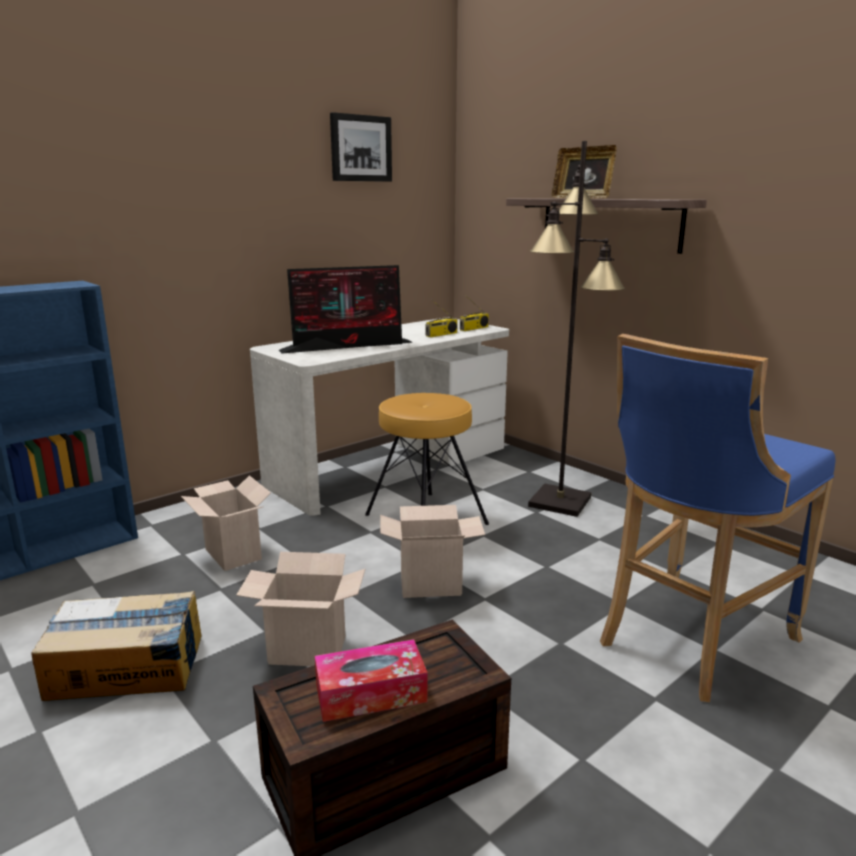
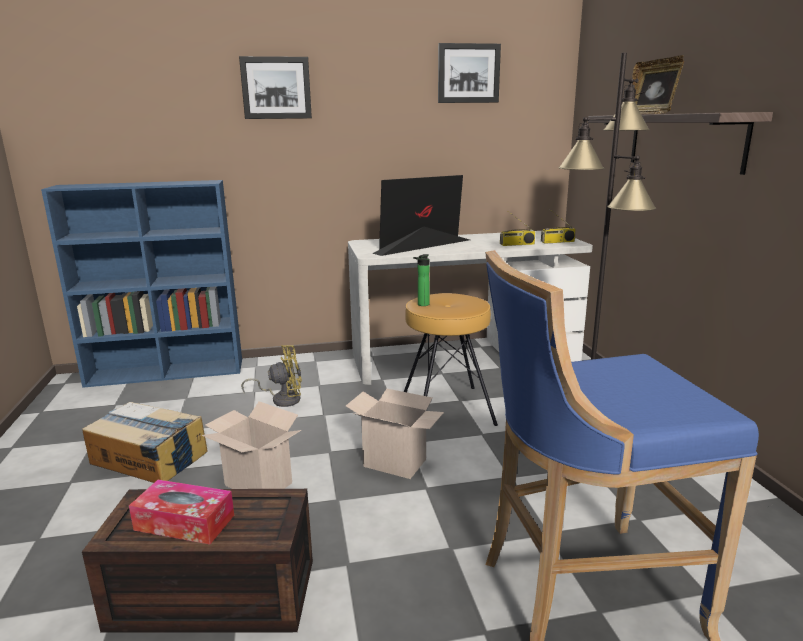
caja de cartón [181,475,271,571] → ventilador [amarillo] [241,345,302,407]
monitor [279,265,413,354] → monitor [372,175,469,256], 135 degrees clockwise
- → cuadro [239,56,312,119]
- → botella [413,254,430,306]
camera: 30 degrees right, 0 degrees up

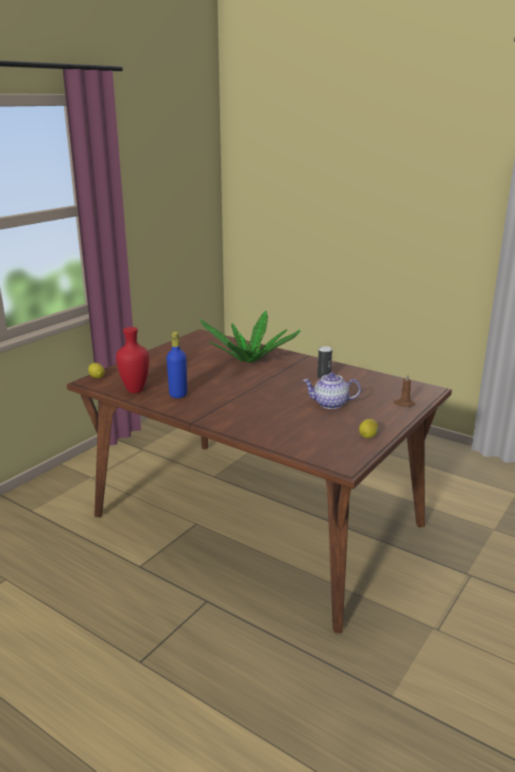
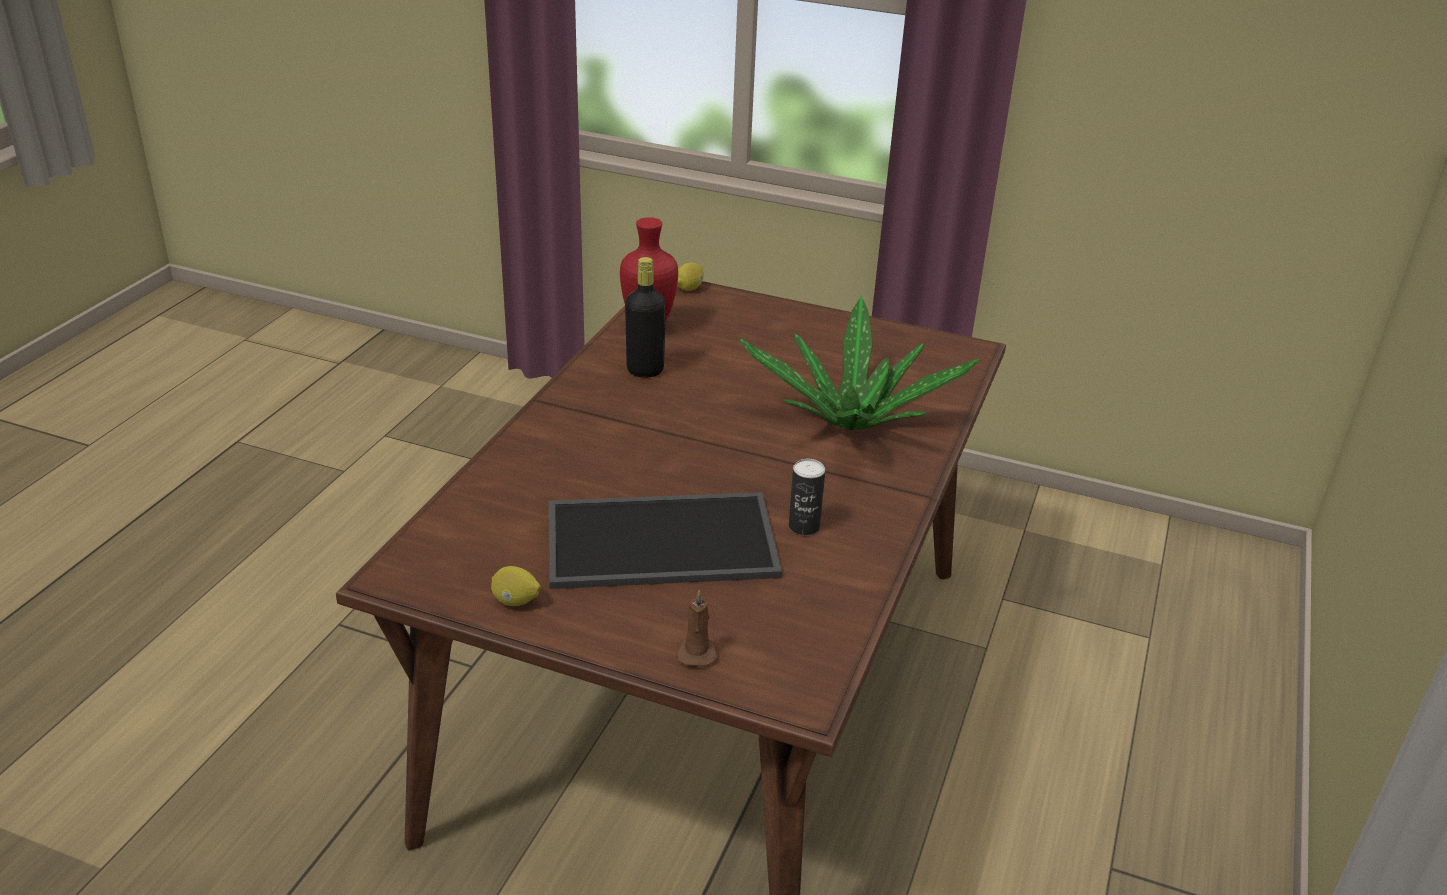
botella [azul] [166,332,187,398] → botella [negro] [625,257,666,378]
tetera [303,372,361,409] → bandeja [548,492,782,589]
camera: 75 degrees right, 10 degrees up

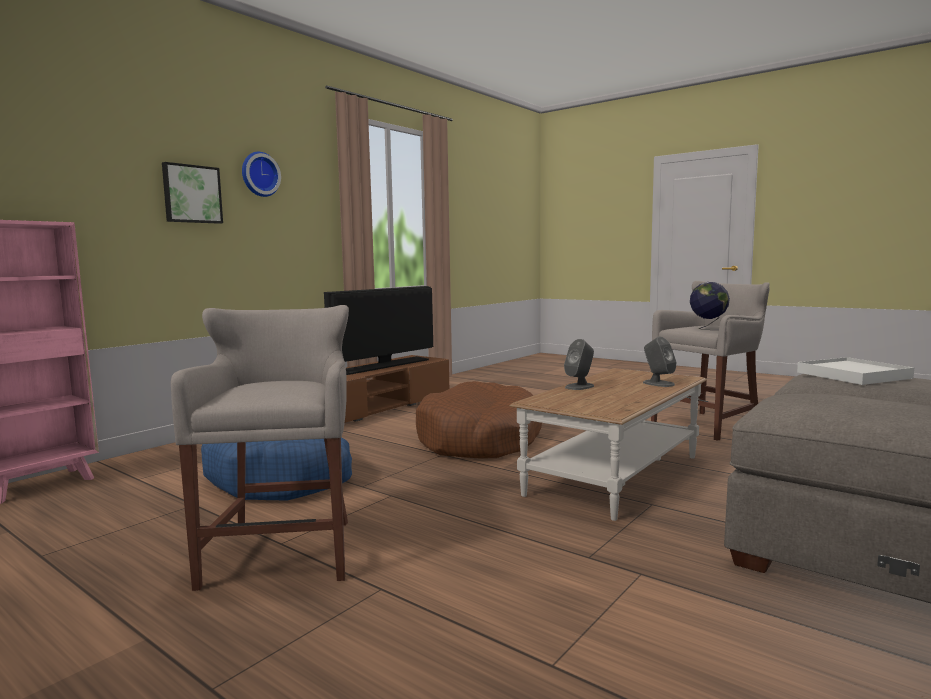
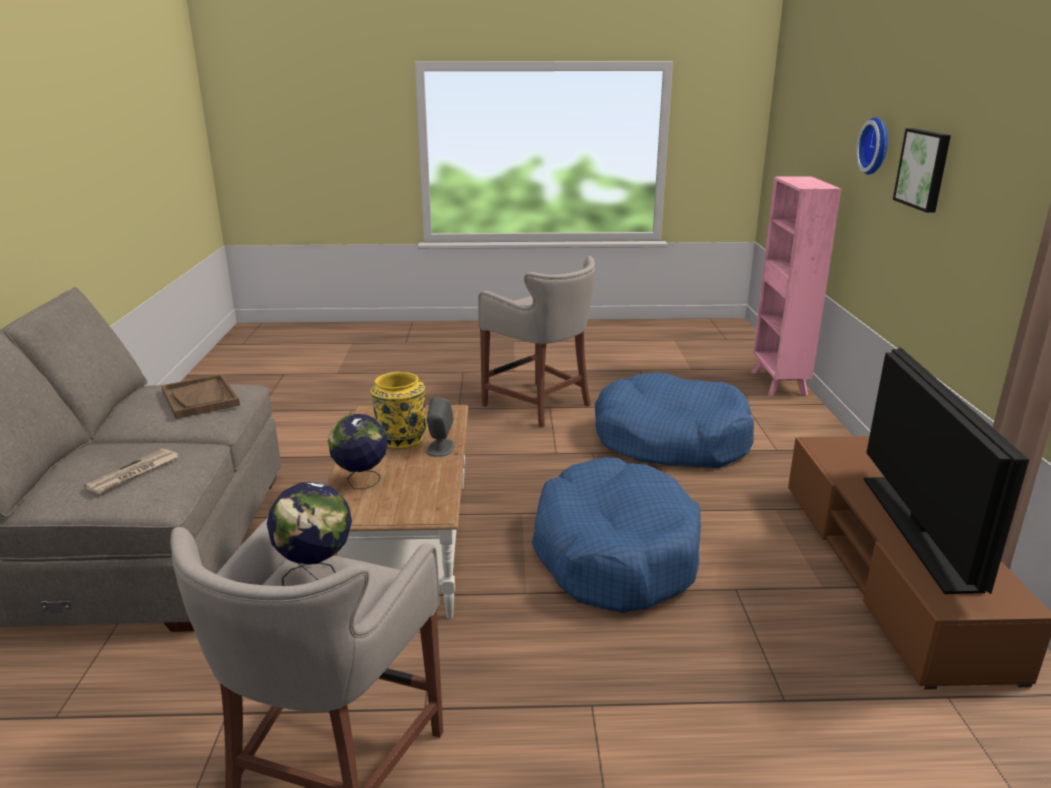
reloj de pared [242,152,281,197] → reloj de pared [856,117,888,175], shifted
cama para perro [marrón] [416,381,542,459] → cama para perro [azul] [532,457,701,613]
altavoz [gris] [643,337,676,387] → globo terráqueo [328,414,388,489]
bandeja [blanco] [797,357,914,385] → periódico [84,448,178,494]
- → bandeja [marrón] [161,374,240,419]
- → florero [amarillo] [370,372,426,449]
camera: 140 degrees right, 15 degrees up

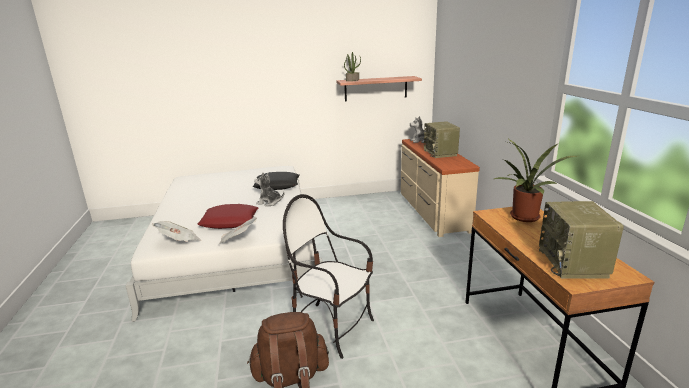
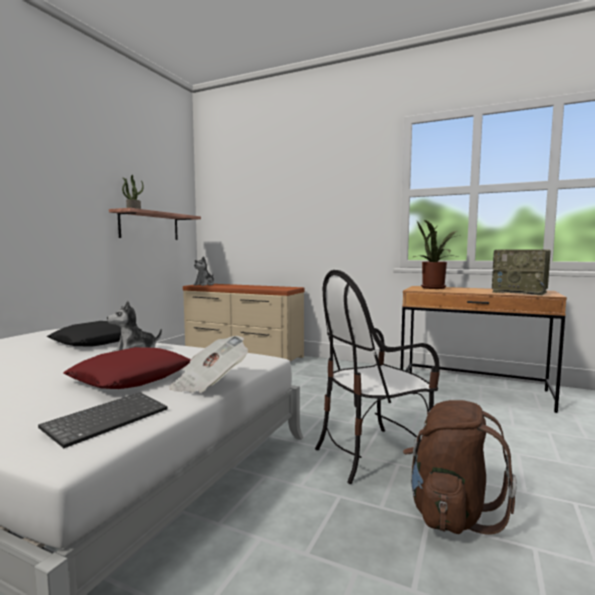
periódico [152,221,201,242] → teclado [38,392,168,448]
radio [424,121,460,158] → -
camera: 55 degrees left, 15 degrees down

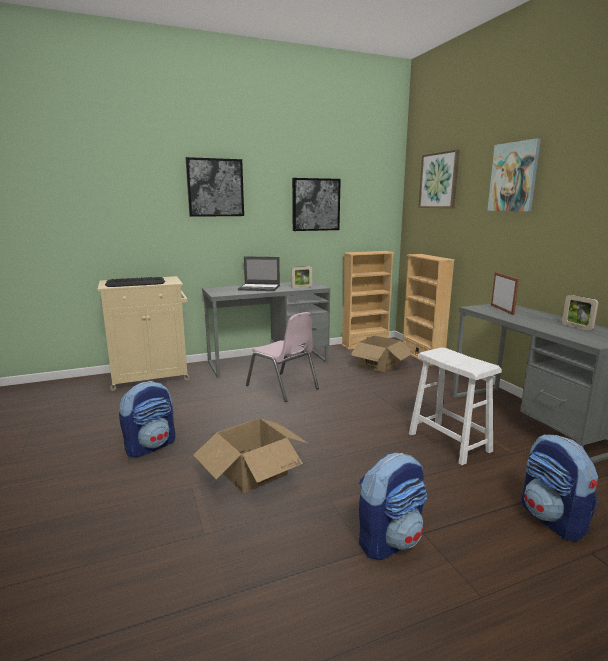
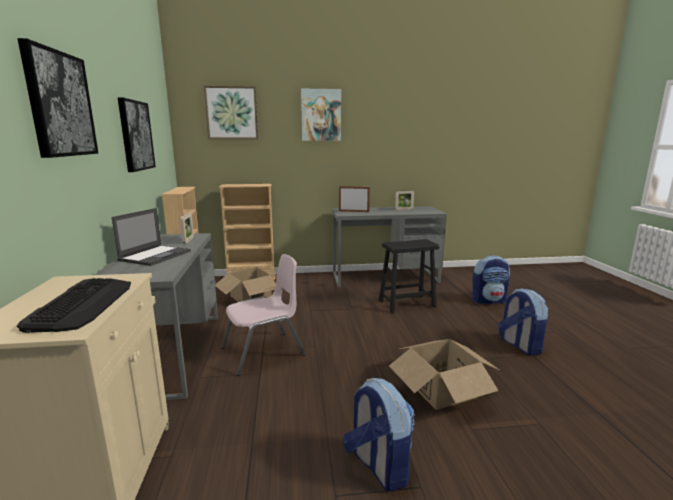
taburete [blanco] [409,347,502,465] → taburete [negro] [379,239,439,313]
camera: 75 degrees left, 0 degrees up

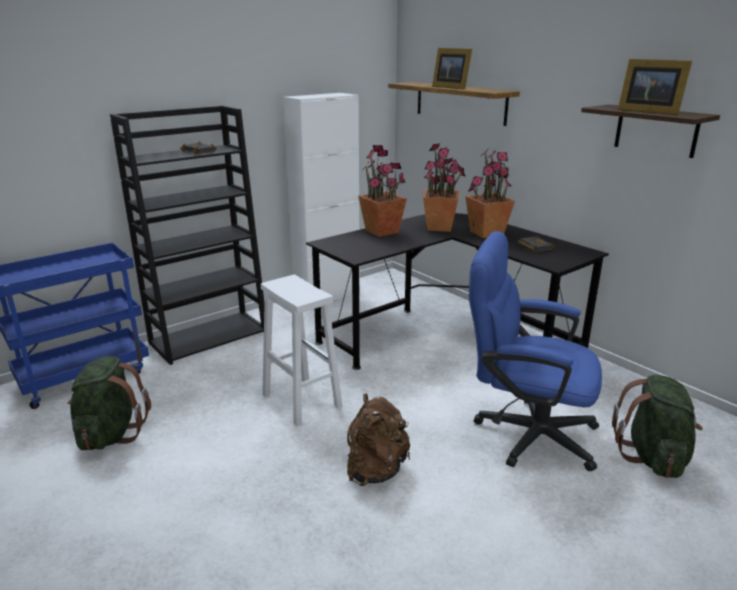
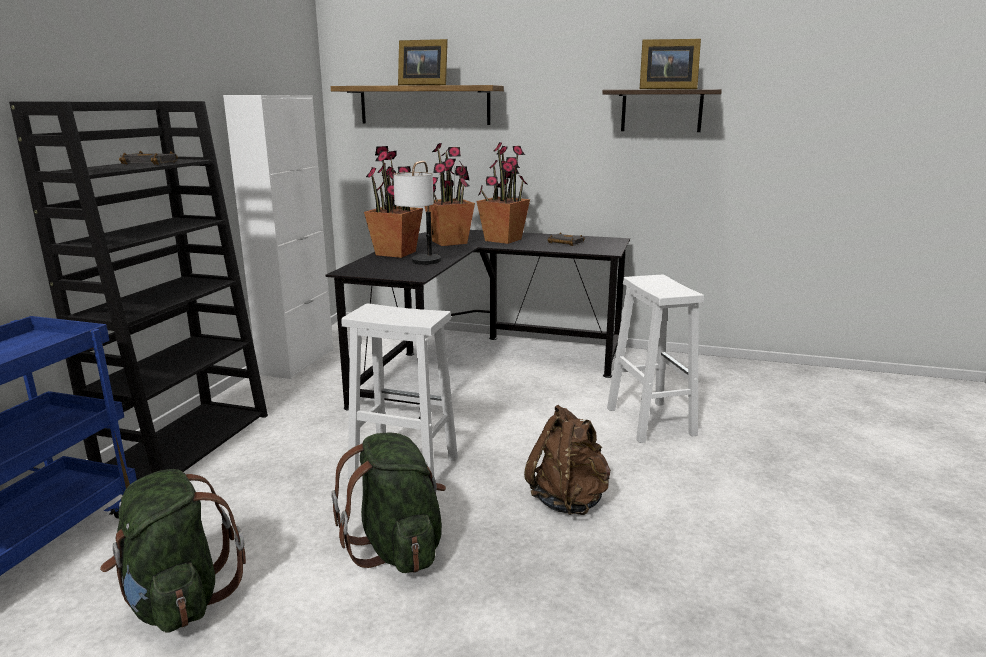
silla de oficina [azul] [469,231,602,471] → taburete [blanco] [607,275,704,443]
mochila [verde] [612,375,703,478] → mochila [verde] [331,432,446,573], shifted
- → lámpara de mesa [393,161,441,265]
camera: 35 degrees left, 5 degrees down

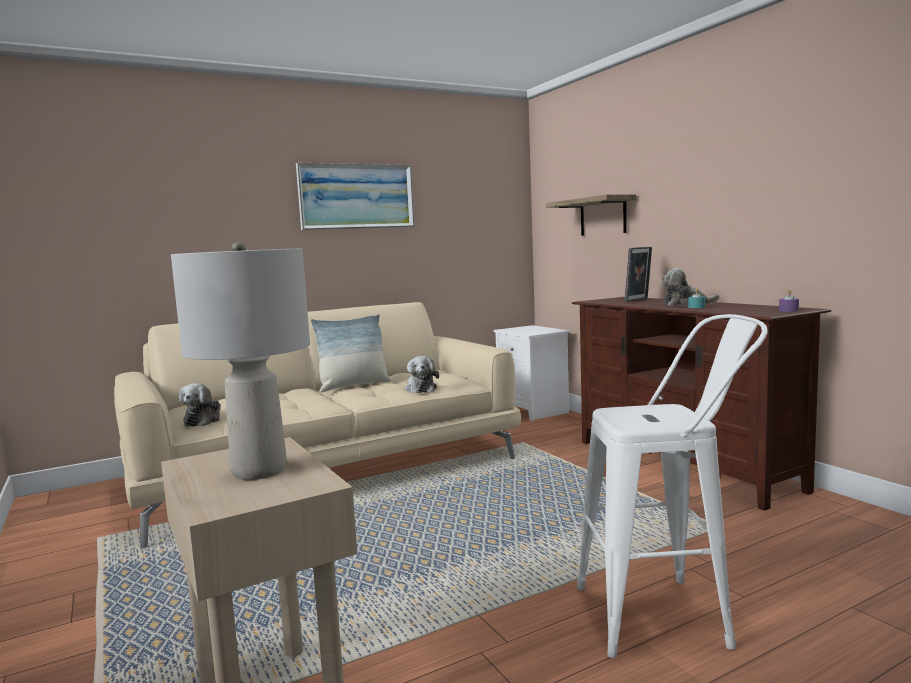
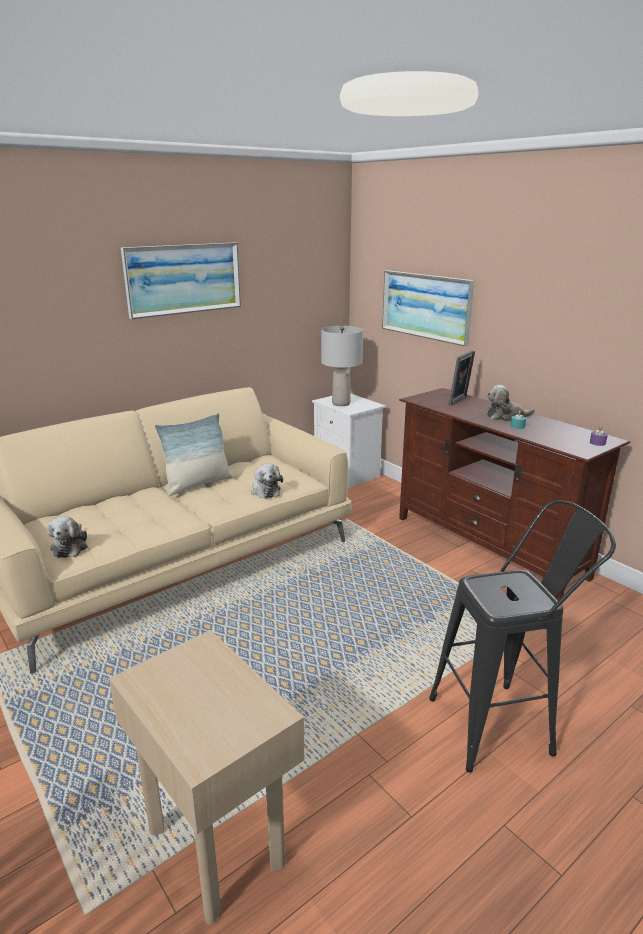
lámpara de mesa [gris] [171,242,310,480] → lámpara de mesa [gris] [321,326,363,406], shifted
estante [546,194,636,236] → cuadro [382,270,475,346]
taburete [blanco] [577,314,768,658] → taburete [negro] [429,500,616,773]
camera: 10 degrees left, 15 degrees up

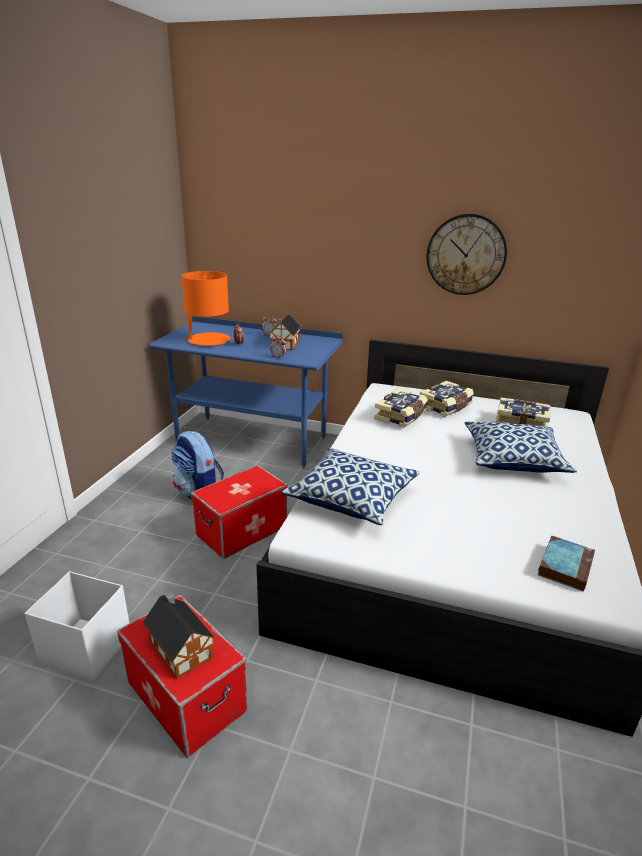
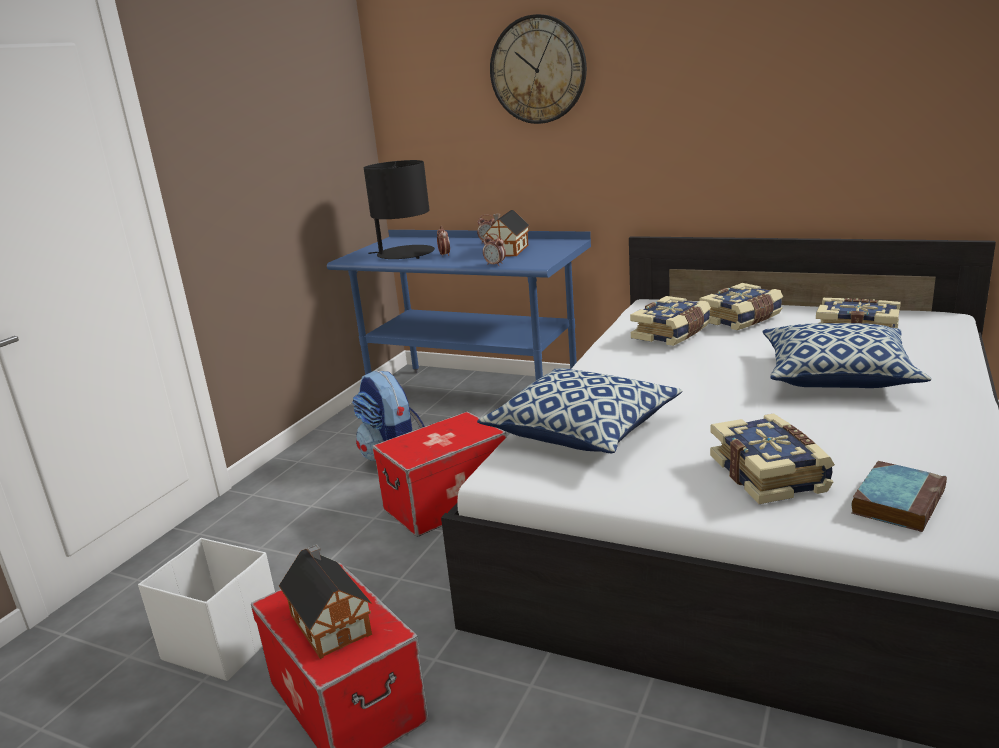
lámpara de mesa [naranja] [181,271,231,346] → lámpara de mesa [negro] [364,160,435,259]
reloj de pared [427,214,507,295] → reloj de pared [490,14,587,124], shifted
- → libro [710,413,835,504]
camera: 10 degrees right, 5 degrees down

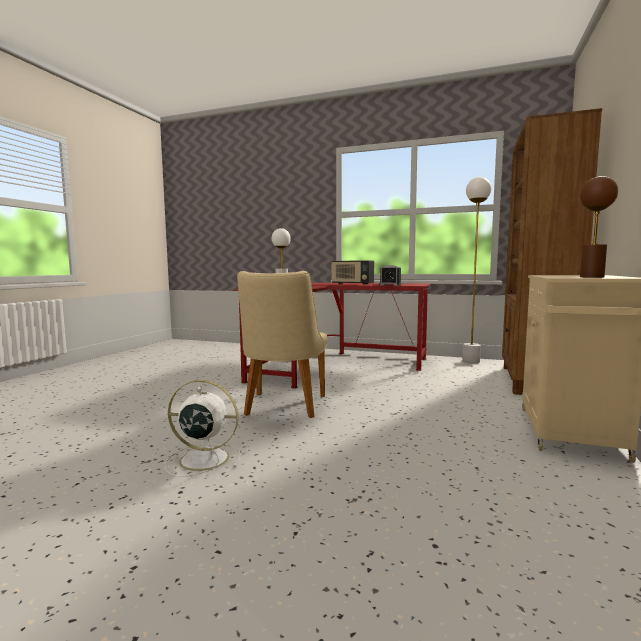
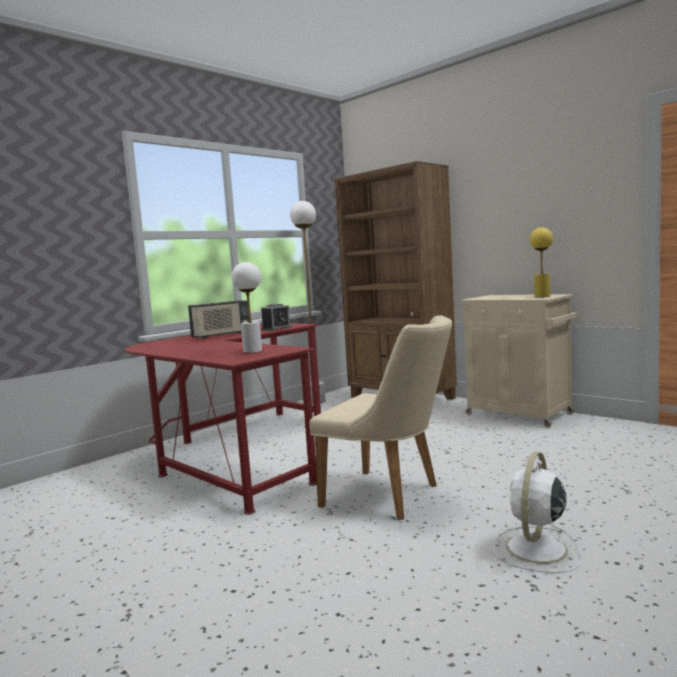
lámpara de mesa [marrón] [580,176,618,278] → lámpara de mesa [amarillo] [530,227,553,297]
camera: 65 degrees left, 0 degrees up

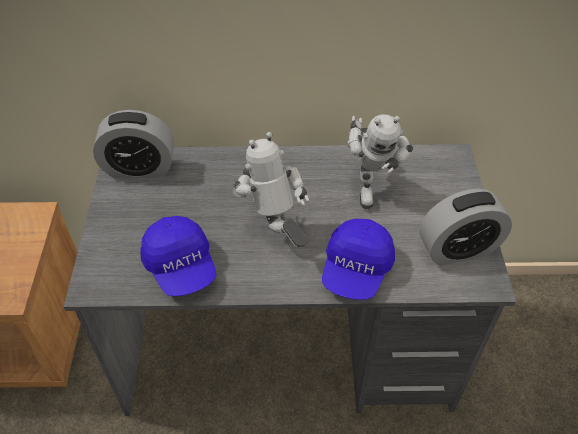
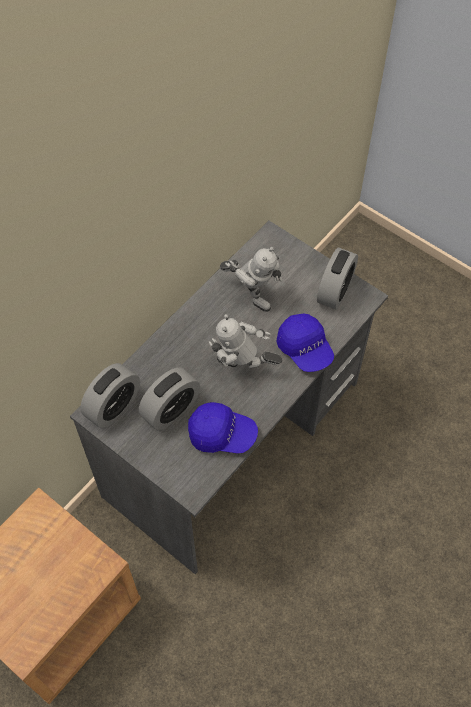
- → despertador [139,367,200,431]
camera: 50 degrees left, 10 degrees up

